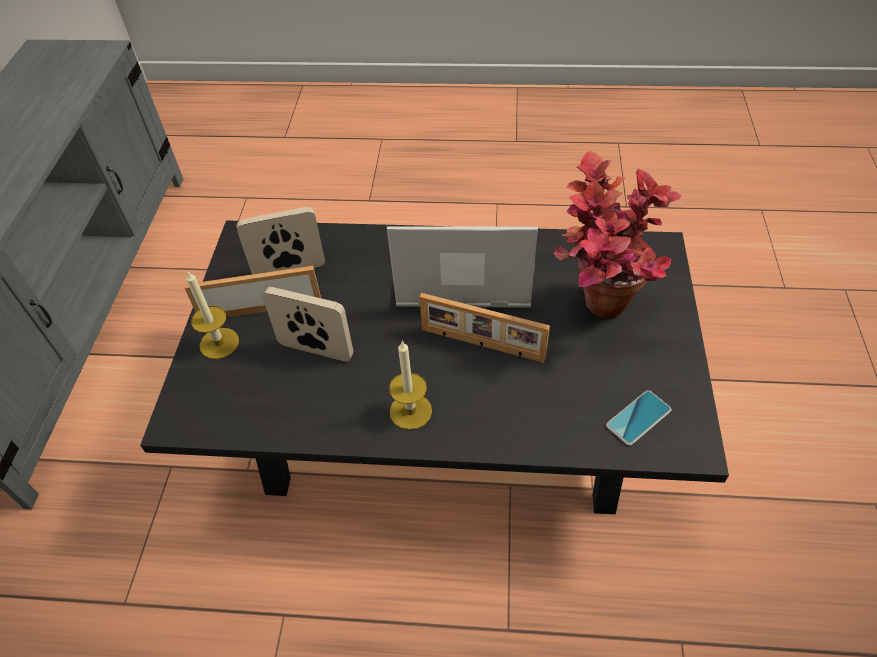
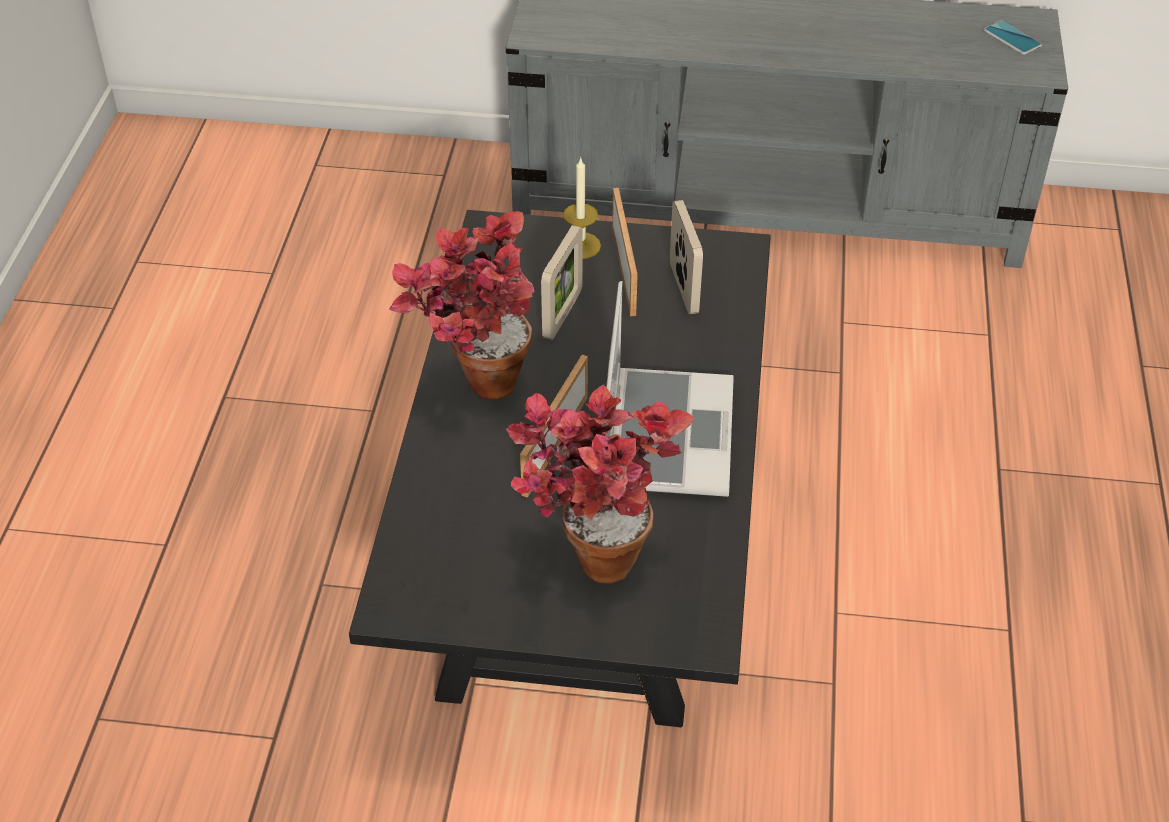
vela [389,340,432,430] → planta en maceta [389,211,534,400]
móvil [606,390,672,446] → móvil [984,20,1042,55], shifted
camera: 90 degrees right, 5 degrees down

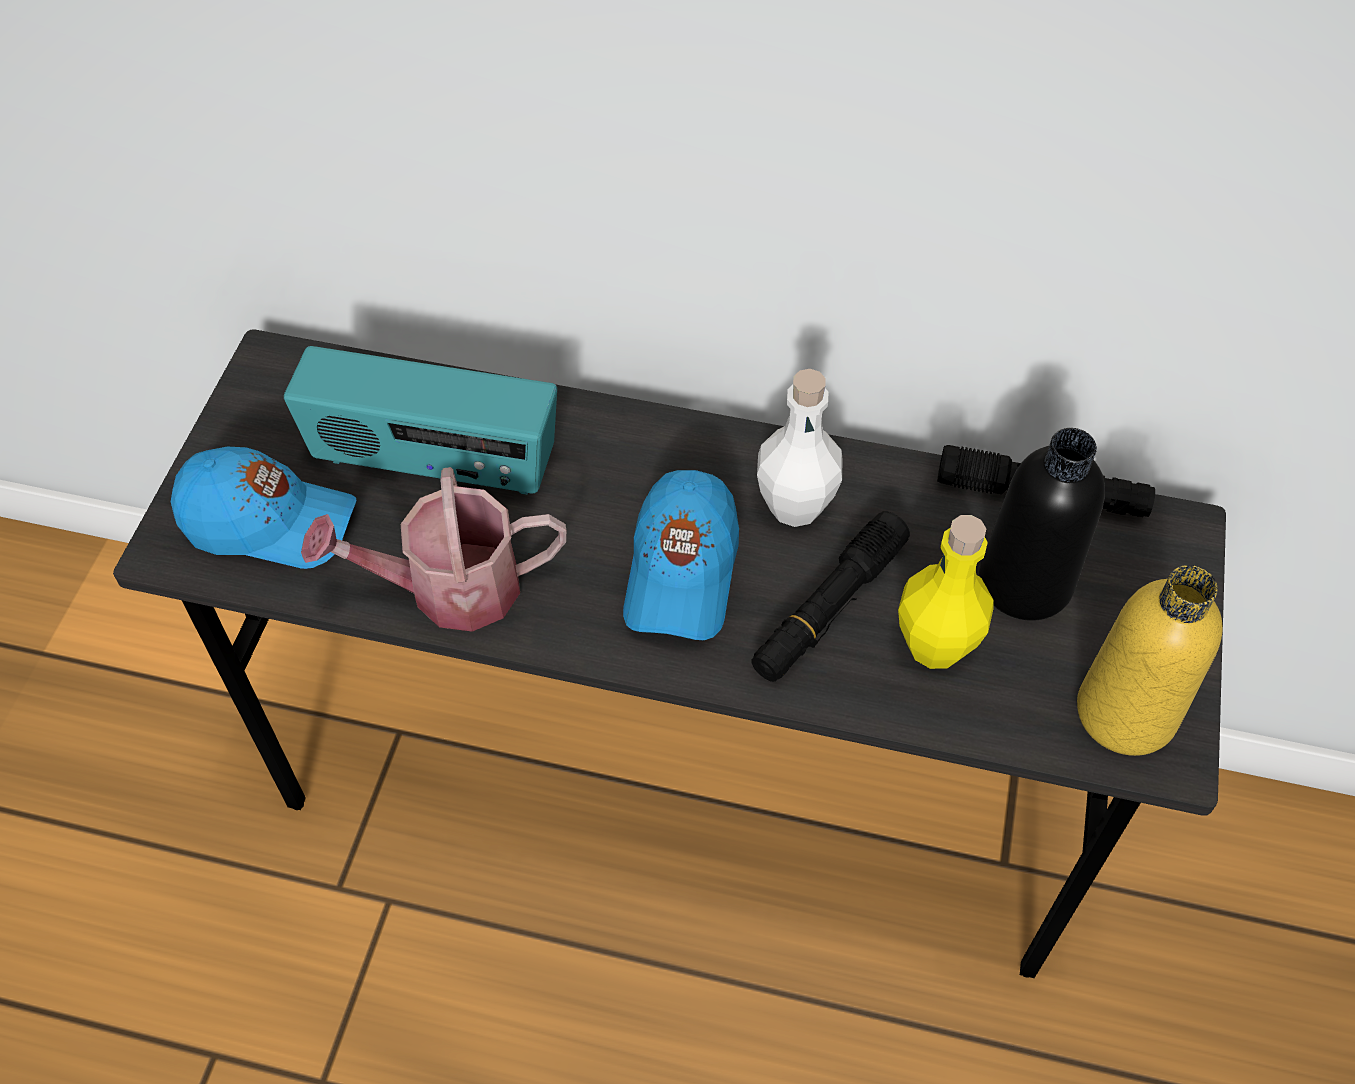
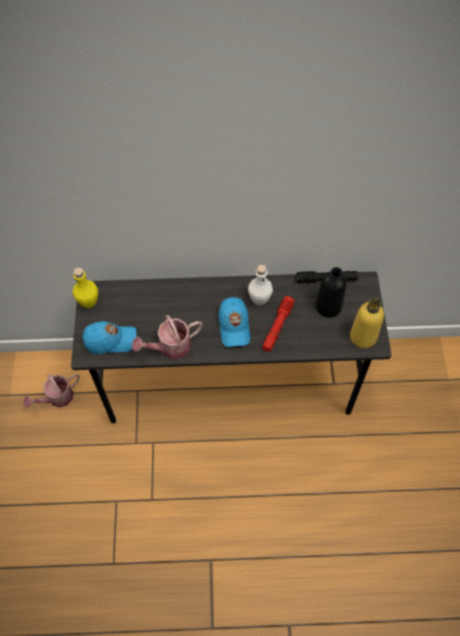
radio [284,346,557,495] → -
linterna [negro] [751,511,910,682] → linterna [rojo] [262,296,294,352]
botella [amarillo] [898,515,994,669] → botella [amarillo] [73,268,98,308], shifted
- → regadera [23,374,80,408]
camera: 15 degrees left, 5 degrees up

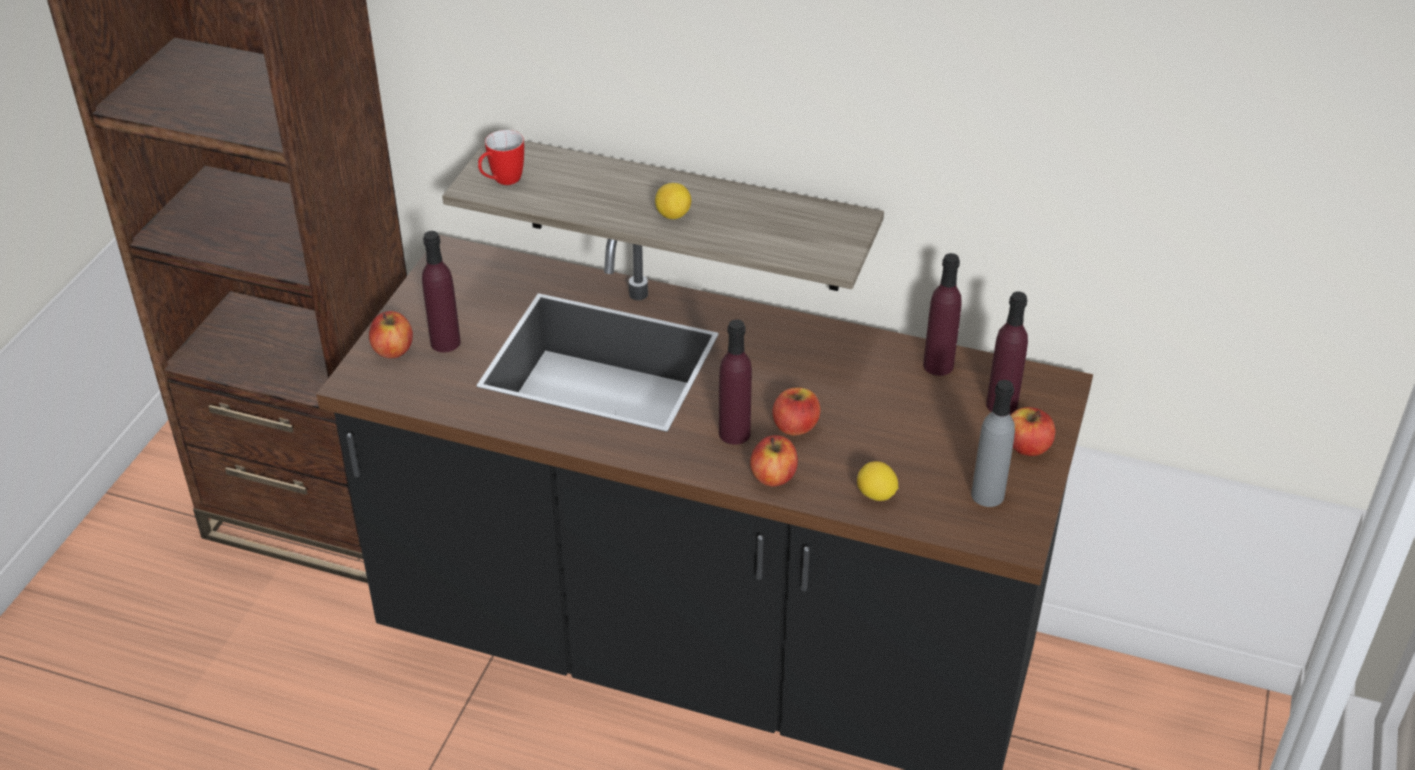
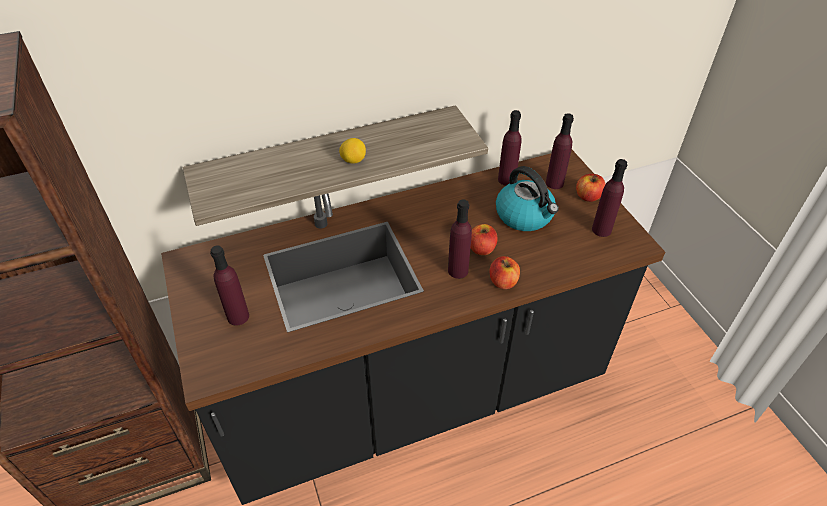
manzana [369,311,413,358] → -
taza grande [478,130,524,185] → -
limón [857,461,898,501] → -
botella [gris] [971,380,1015,507] → botella [morado] [592,159,627,237]
- → hervidor [496,166,559,231]
camera: 40 degrees left, 5 degrees up

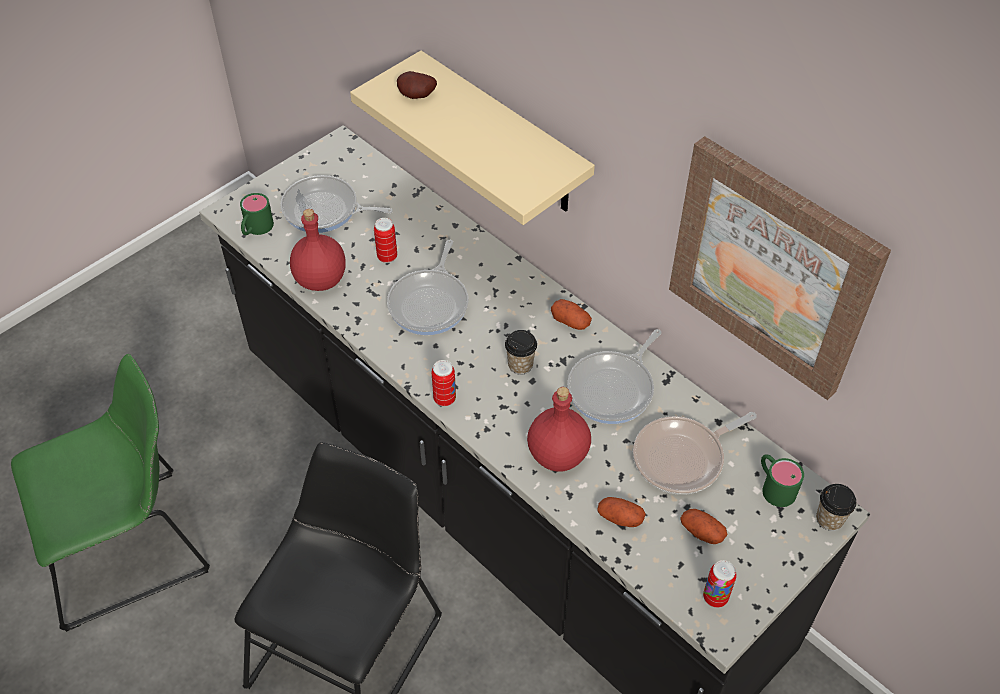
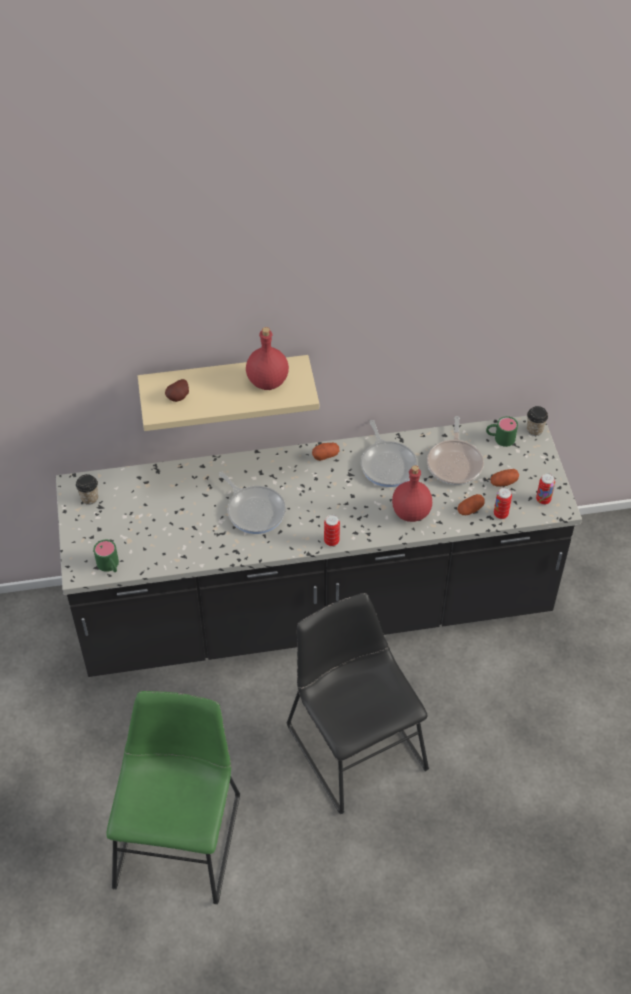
sartén [280,175,393,233] → -
botella [rojo] [290,209,346,291] → botella [rojo] [246,327,289,390], shifted
lata [374,218,397,263] → lata [494,488,512,519], shifted
taza [505,330,537,375] → taza [76,474,98,505], shifted
cuadro [669,136,891,400] → -
camera: 55 degrees left, 0 degrees up

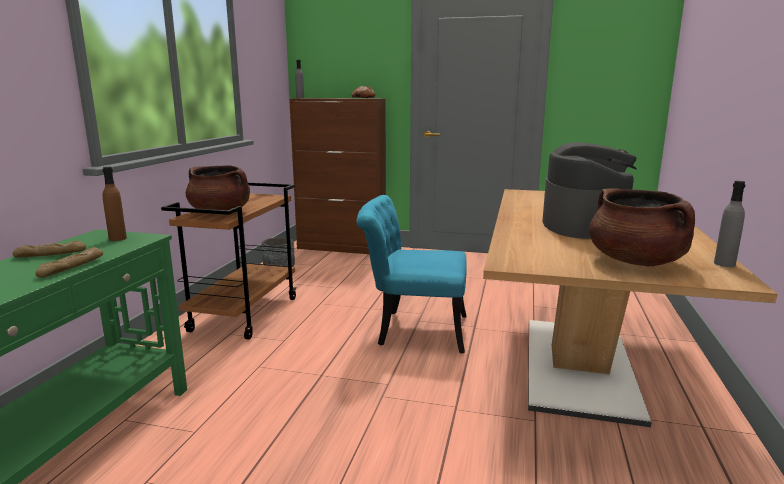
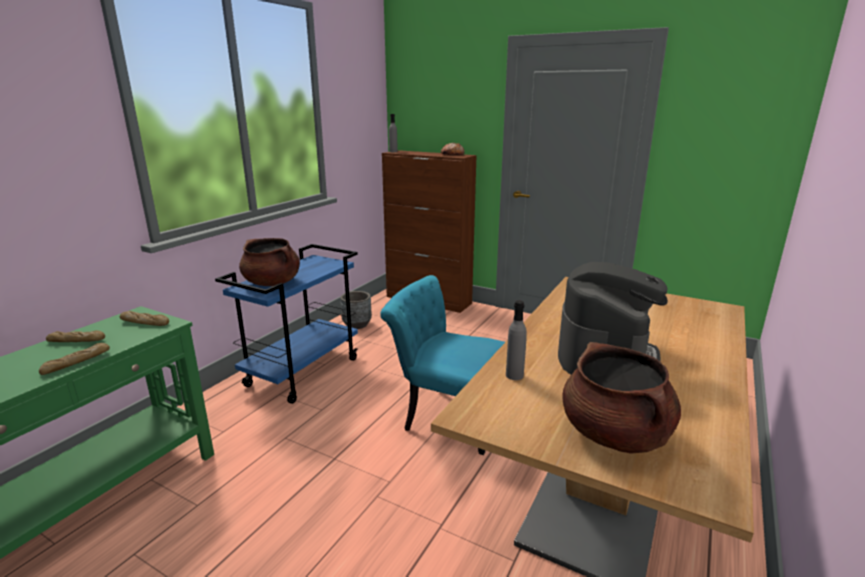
botella [marrón] [103,167,127,241] → pan [120,311,169,326]
carrito [marrón] [161,182,296,340] → carrito [azul] [215,244,358,404]
botella [gris] [714,181,746,267] → botella [gris] [506,300,527,380], shifted
camera: 15 degrees right, 5 degrees up

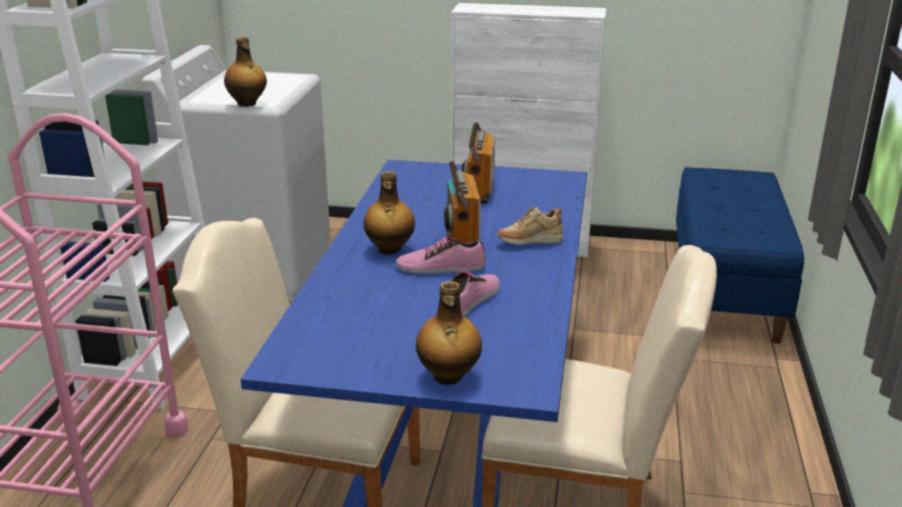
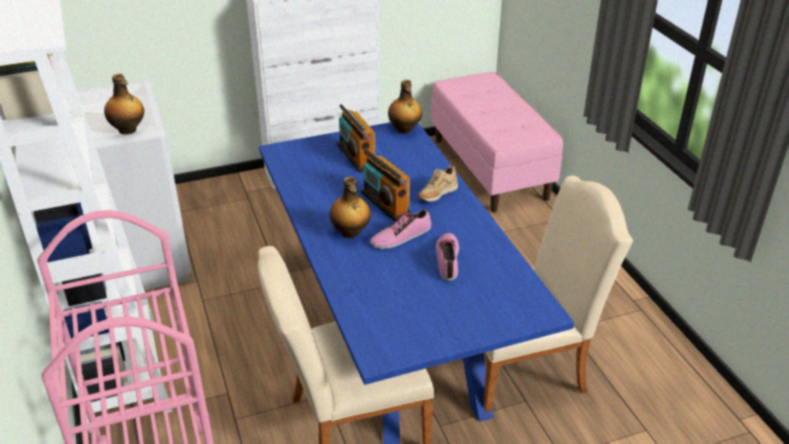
botella [416,281,482,385] → botella [388,80,422,134], shifted
banco [azul] [676,167,804,344] → banco [rosa] [431,72,563,212]
camera: 30 degrees left, 10 degrees up

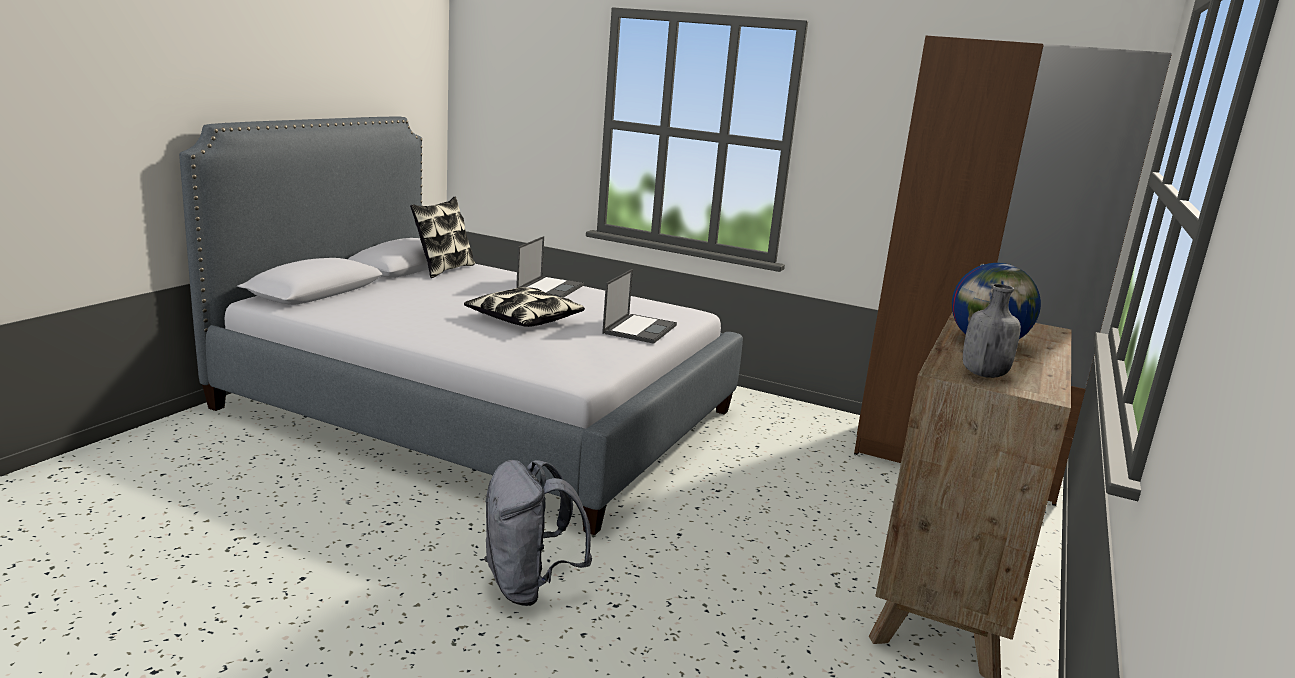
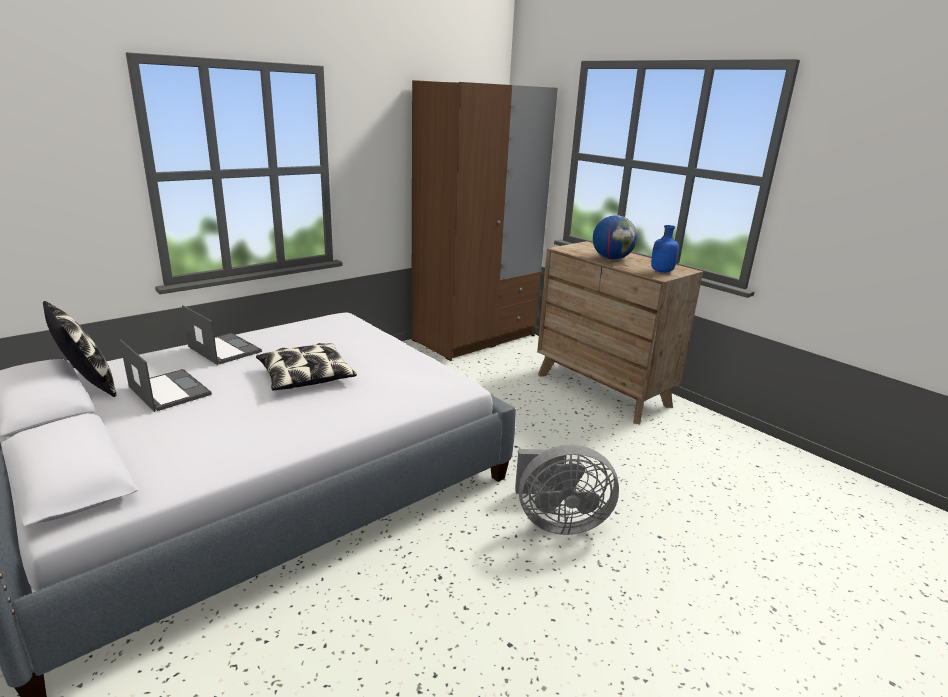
mochila [gris] [484,460,592,606] → ventilador [gris] [515,445,619,535]
portátil [602,269,677,344] → portátil [119,339,212,412], shifted
botella [gris] [963,284,1021,378] → botella [azul] [651,225,679,273]
camera: 65 degrees left, 5 degrees up

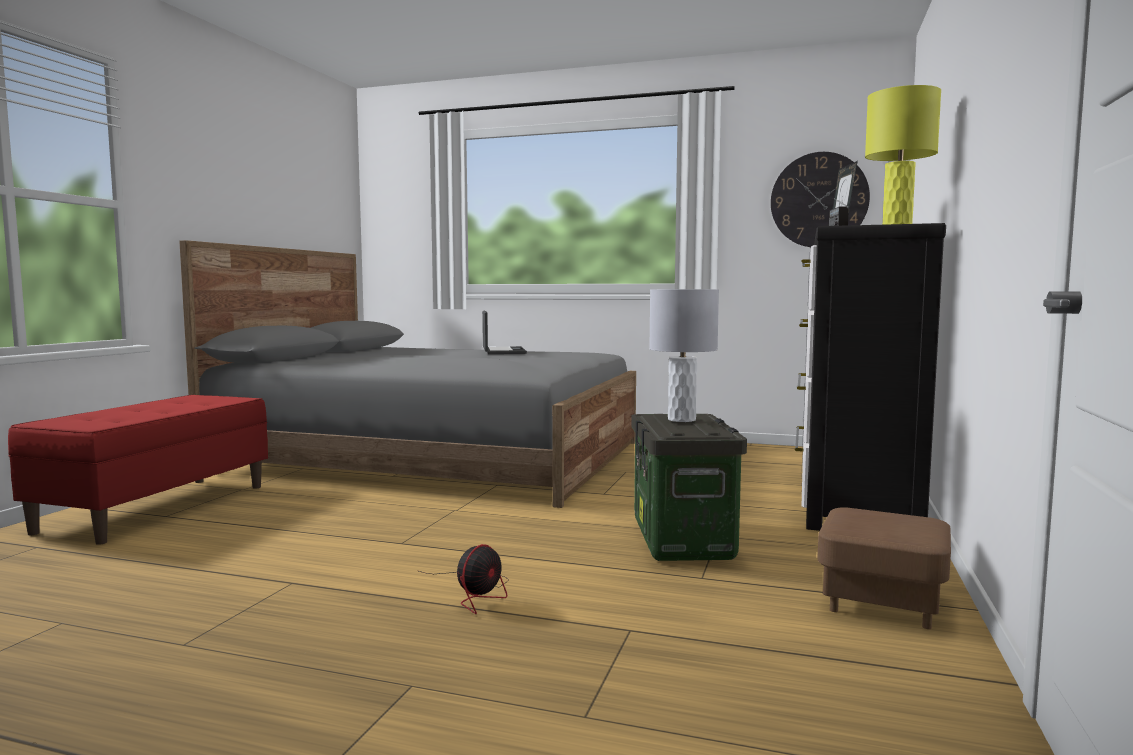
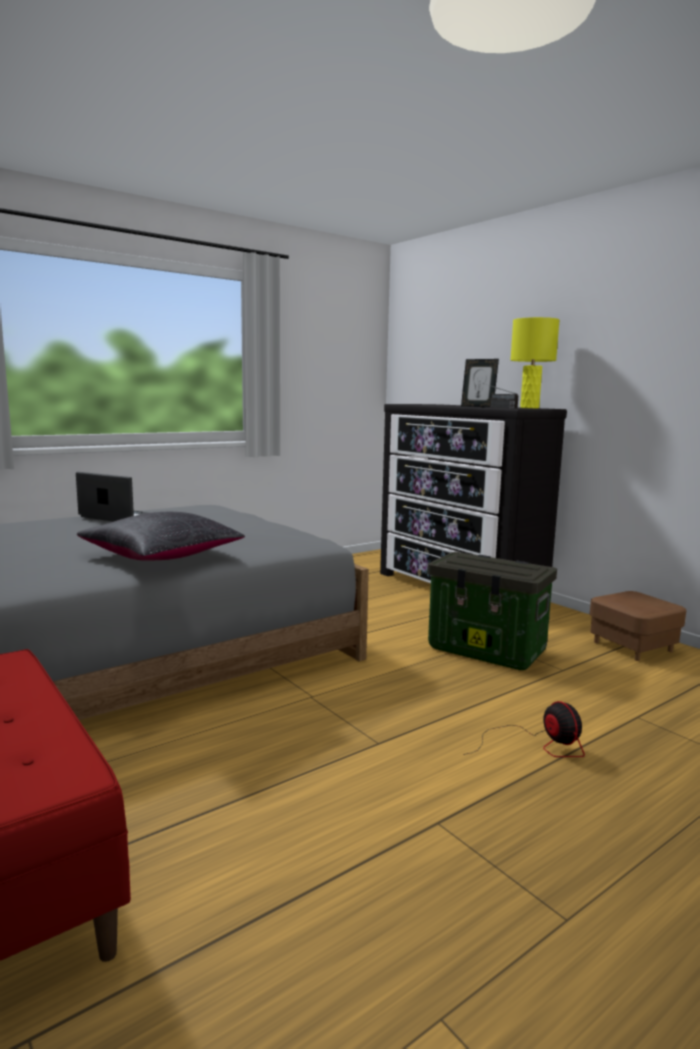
lámpara de mesa [gris] [649,289,719,422] → -
reloj de pared [771,152,870,247] → -
- → cojín [negro] [77,512,245,561]
camera: 55 degrees left, 5 degrees up

